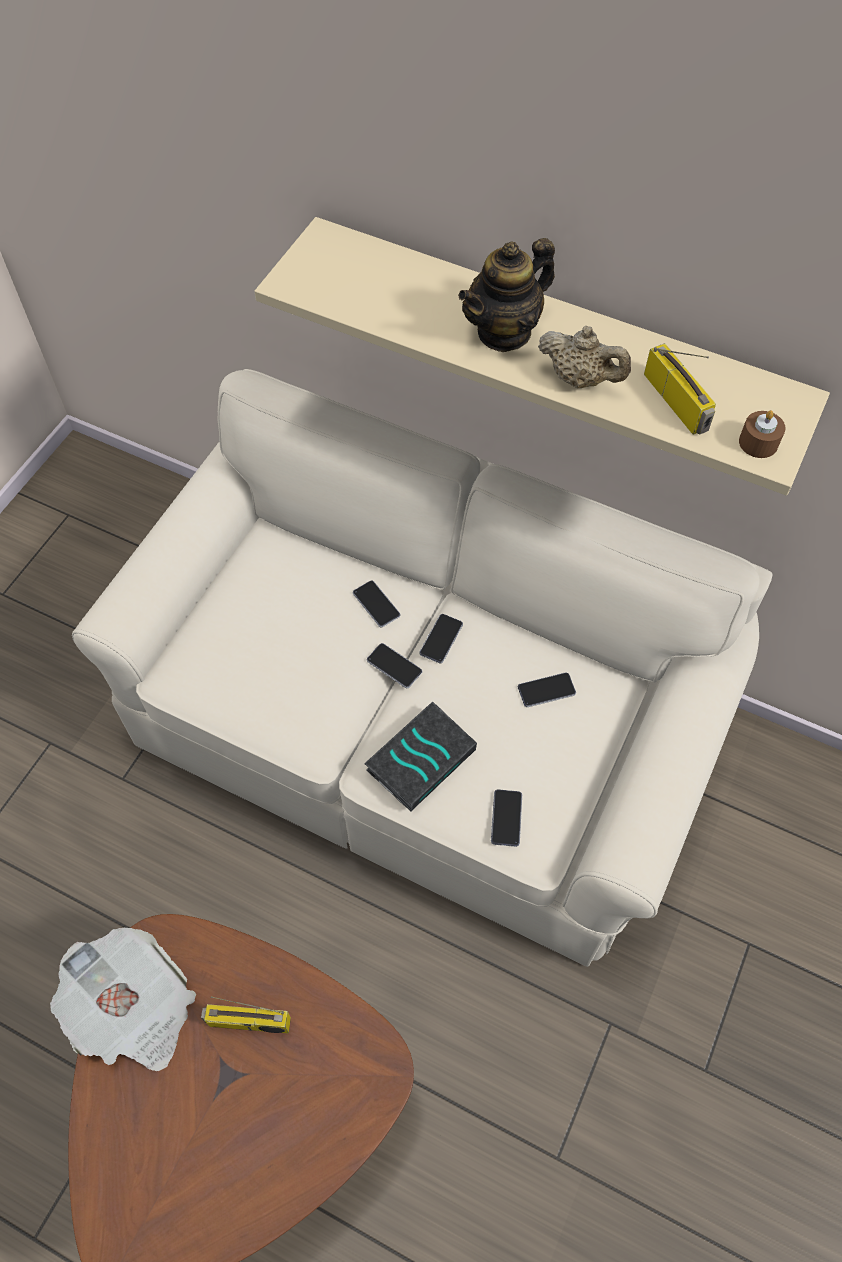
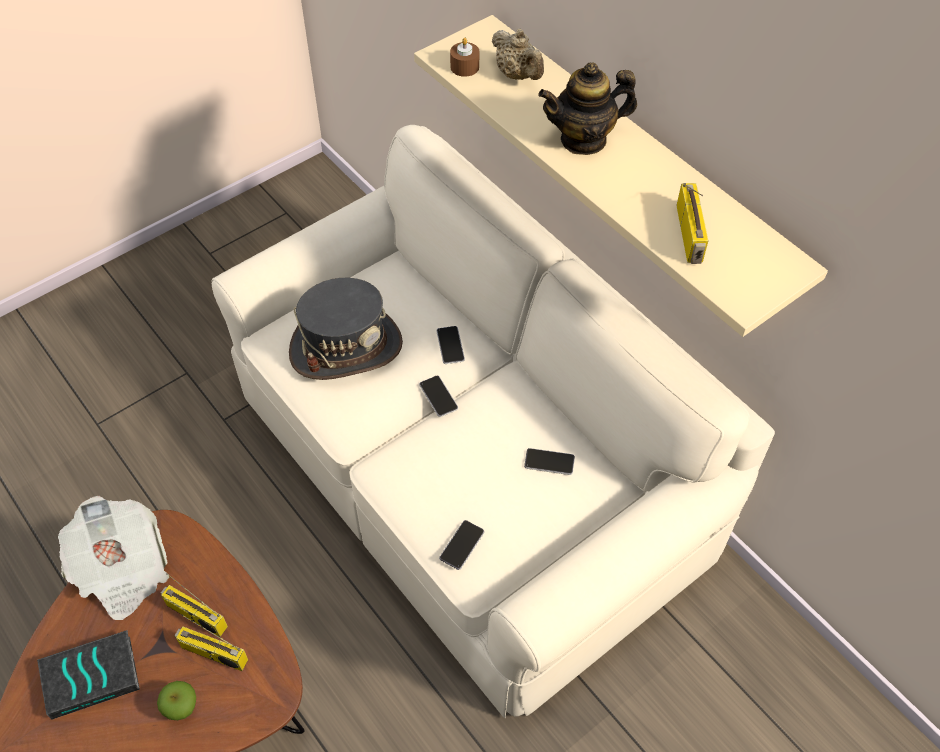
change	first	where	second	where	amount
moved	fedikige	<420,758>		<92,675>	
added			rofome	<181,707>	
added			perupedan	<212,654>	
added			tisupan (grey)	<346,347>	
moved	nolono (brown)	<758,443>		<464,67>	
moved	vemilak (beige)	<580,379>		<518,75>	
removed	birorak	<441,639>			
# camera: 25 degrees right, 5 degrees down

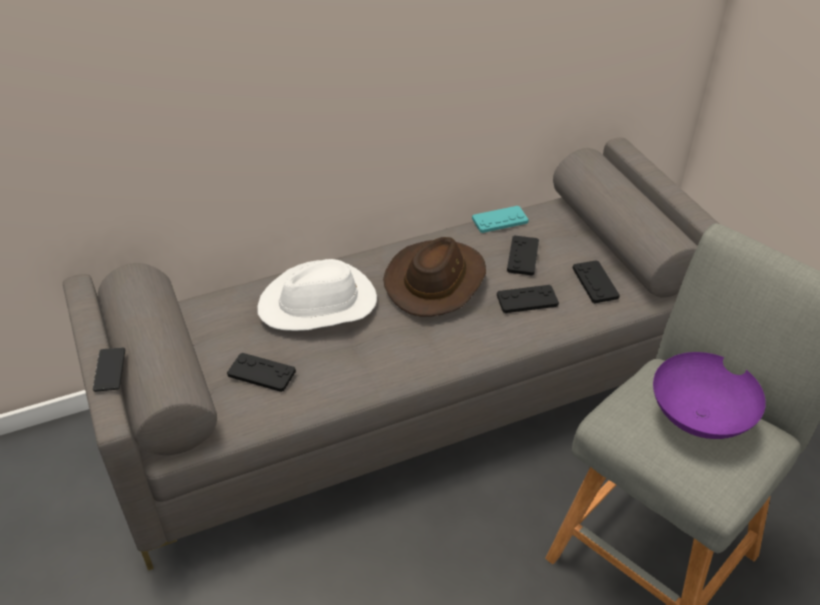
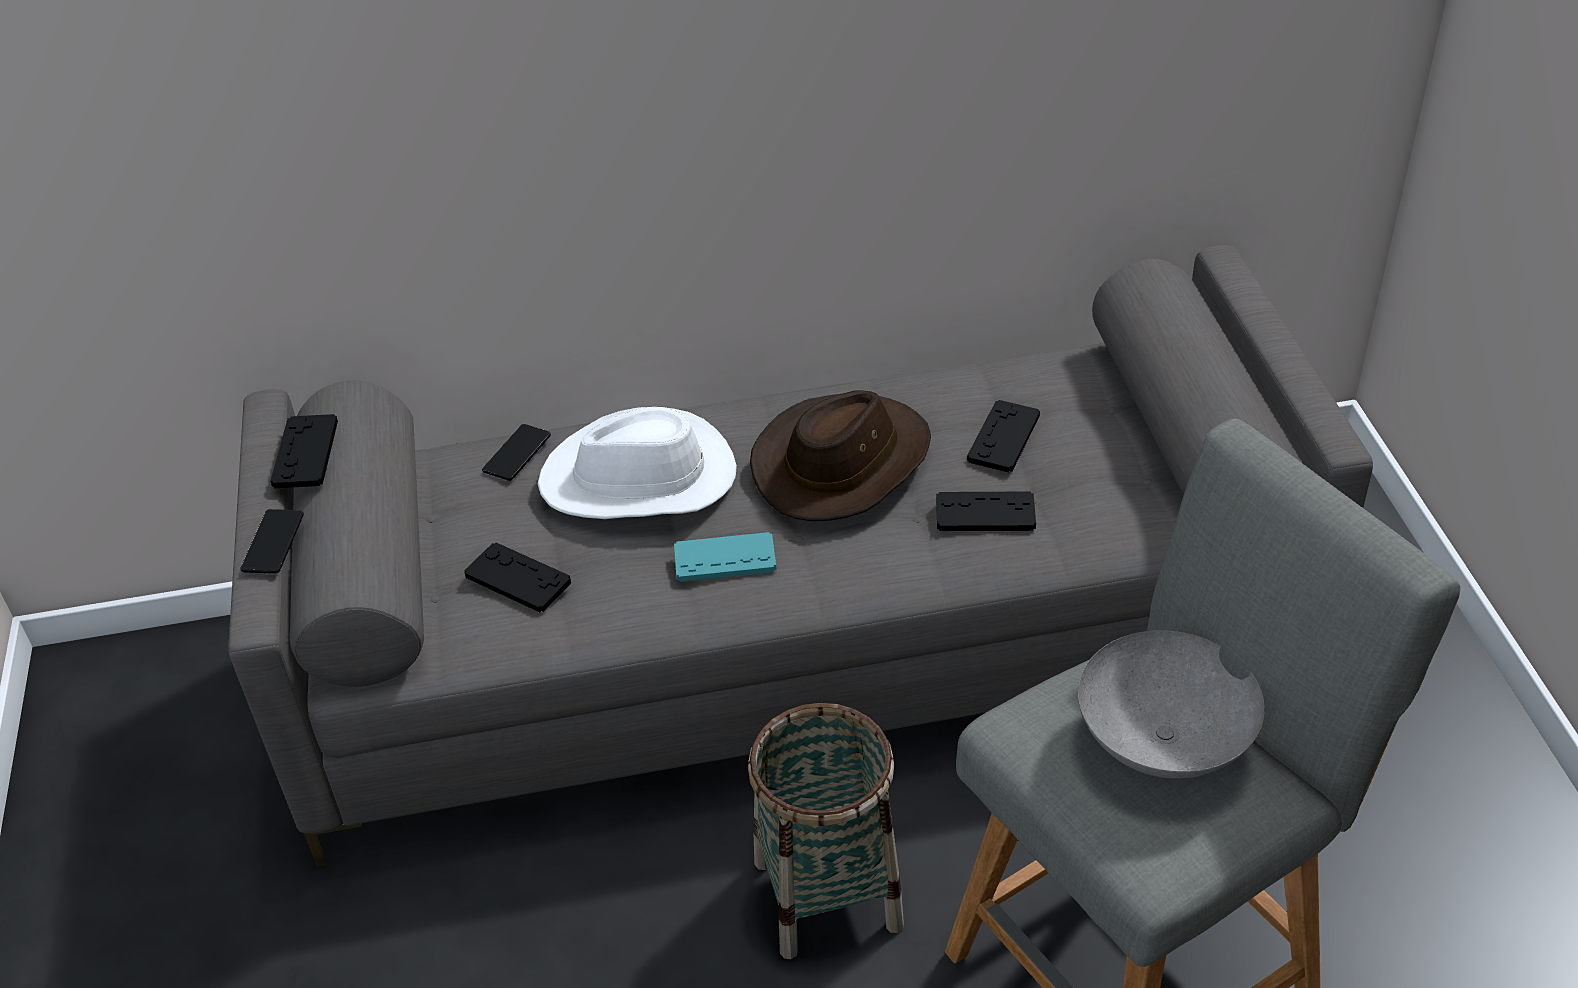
change	first	where	second	where	amount
moved	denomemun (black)	<595,282>		<305,453>	
added			birorak	<517,453>	
moved	denomemun (turquoise)	<500,220>		<725,559>	
added			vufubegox	<828,893>	
recoloured	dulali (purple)	<700,416>	dulali (grey)	<1166,740>	
# camera: 15 degrees right, 0 degrees up

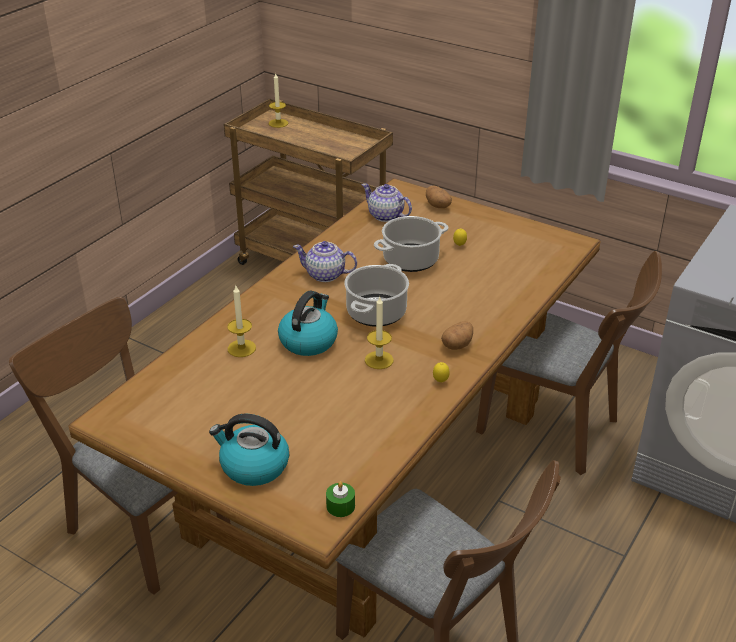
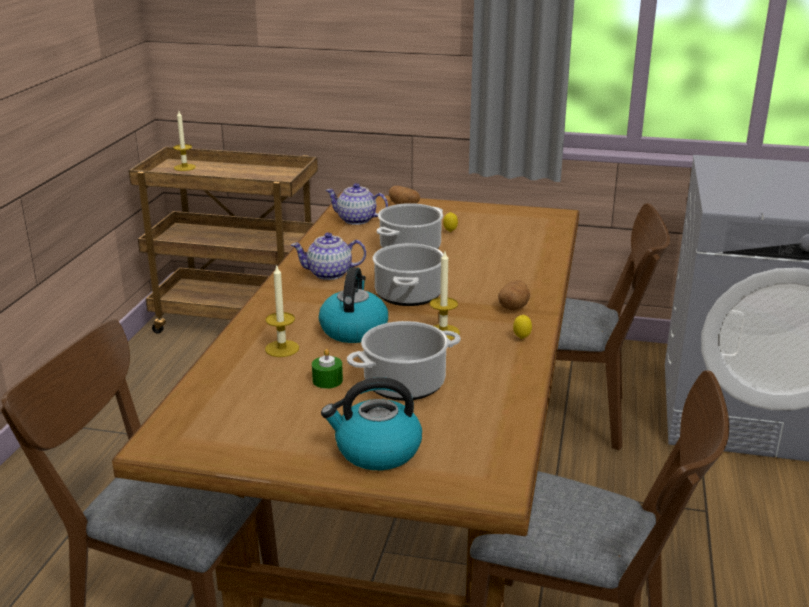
change	first	where	second	where	amount
moved	nolono (green)	<340,506>		<327,380>	
added			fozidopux	<405,383>	
# camera: 20 degrees left, 10 degrees down

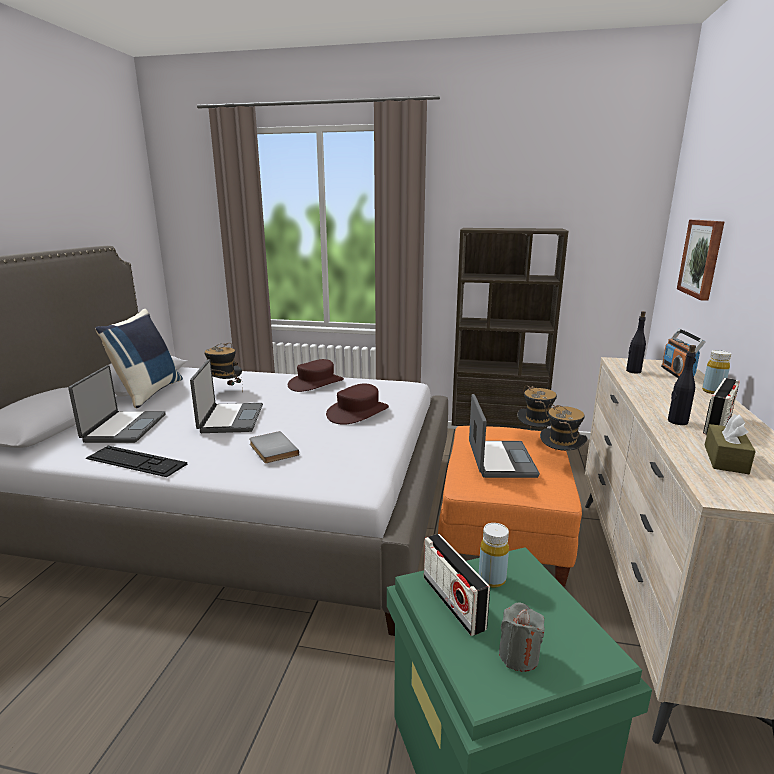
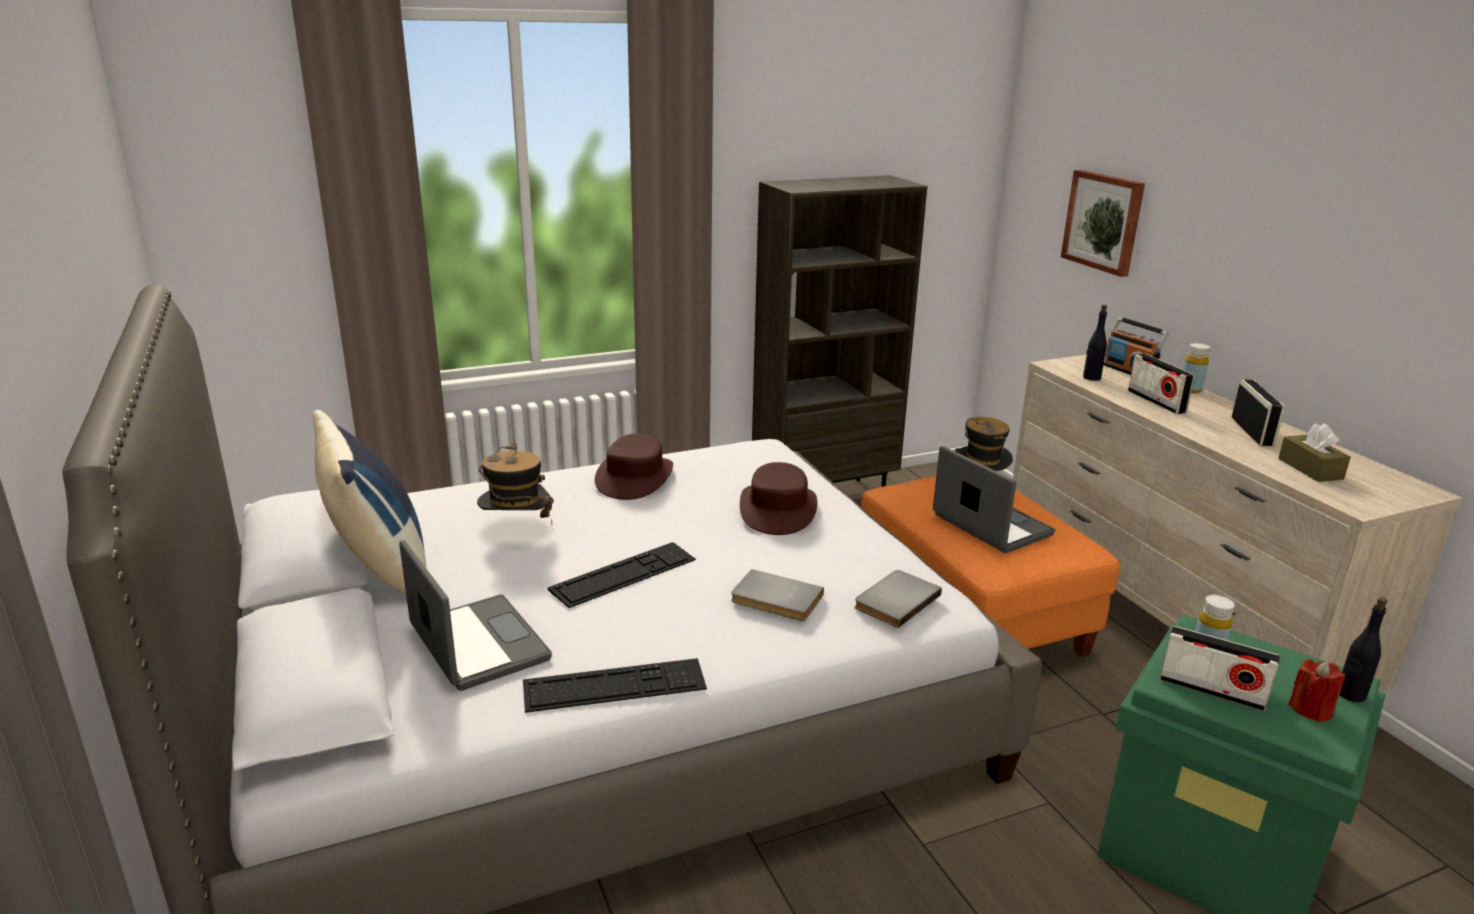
change	first	where	second	where	amount
replaced	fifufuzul	<230,419>	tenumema	<623,574>	
added			fedikige (grey)	<894,600>	
added			perupedan	<1156,401>	
recoloured	nolono (grey)	<518,655>	nolono (red)	<1311,709>	
moved	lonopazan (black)	<677,421>		<1350,694>	
removed	tisupan	<560,461>			
# camera: 35 degrees left, 5 degrees up

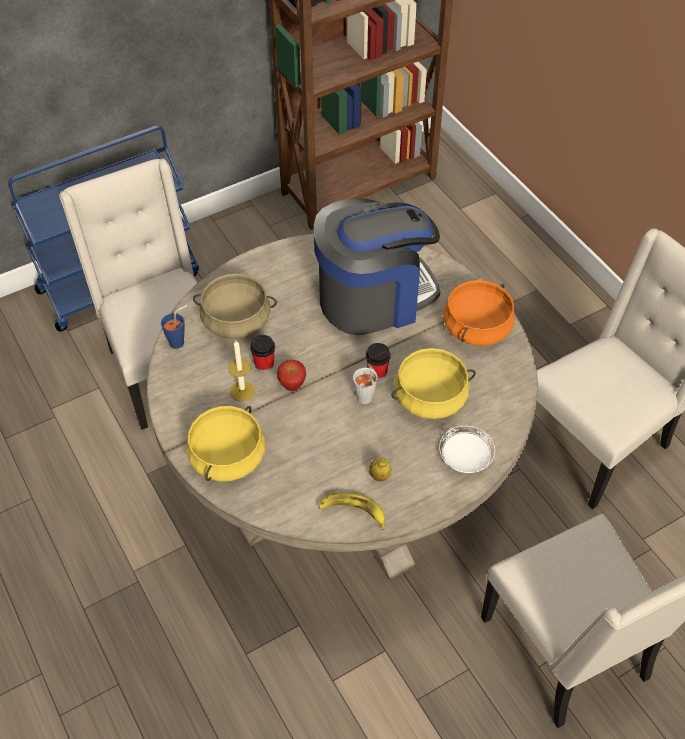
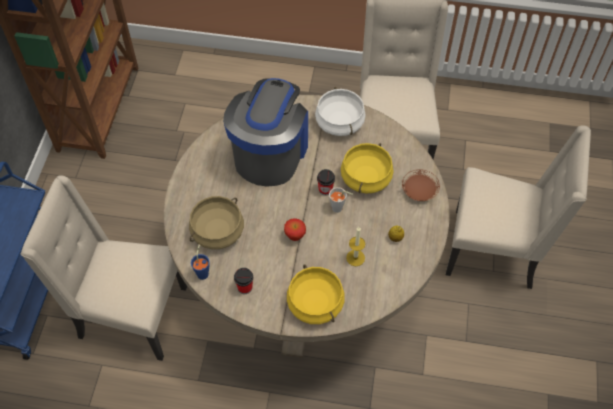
change	first	where	second	where	amount
moved	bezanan	<264,364>		<245,287>	
recoloured	fozidopux (orange)	<477,328>	fozidopux (white)	<340,122>	
moved	nolono	<242,391>		<355,258>	
recoloured	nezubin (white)	<465,458>	nezubin (brown)	<419,191>	
removed	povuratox	<352,512>			
# camera: 50 degrees left, 5 degrees up

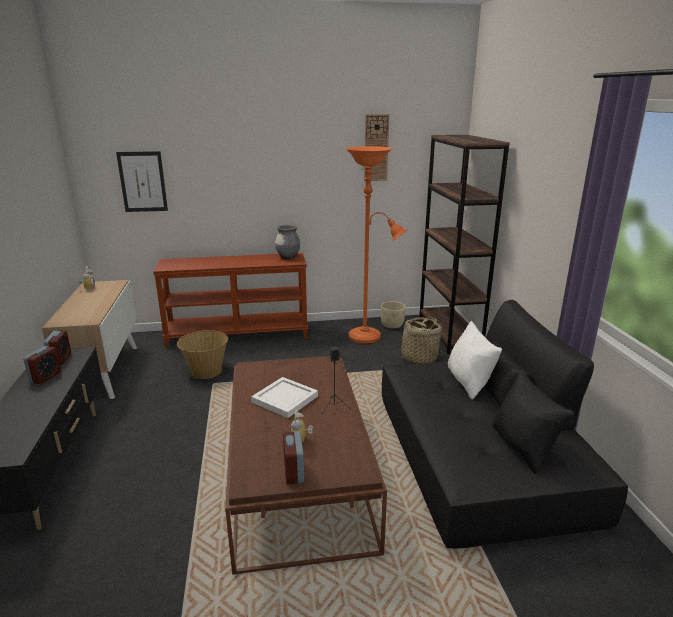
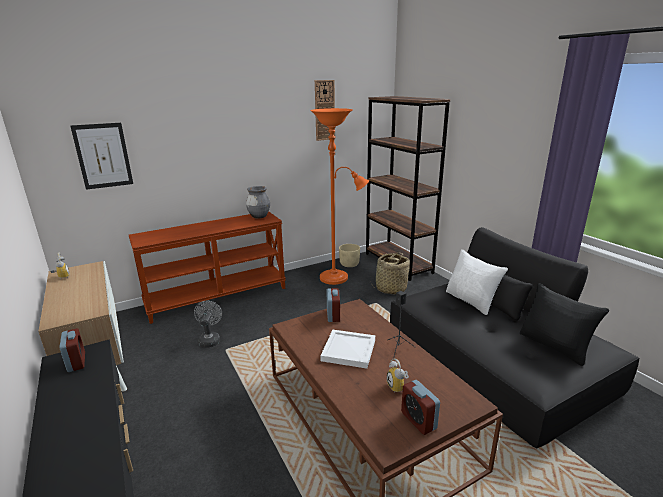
change	first	where	second	where	amount
replaced	vufubegox	<206,371>	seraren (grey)	<210,339>	
moved	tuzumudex	<46,377>		<333,315>	
# camera: 20 degrees left, 0 degrees up

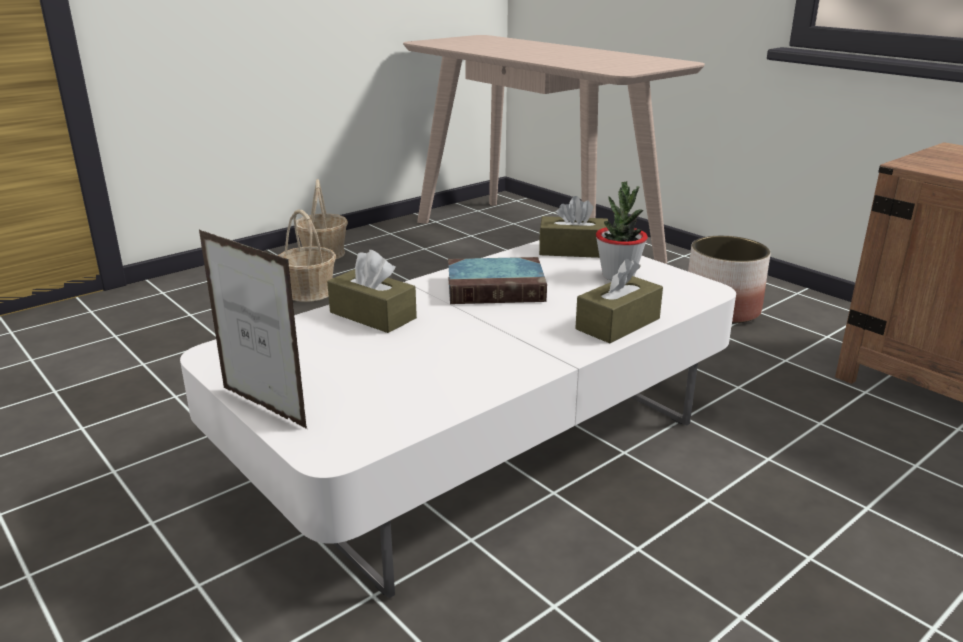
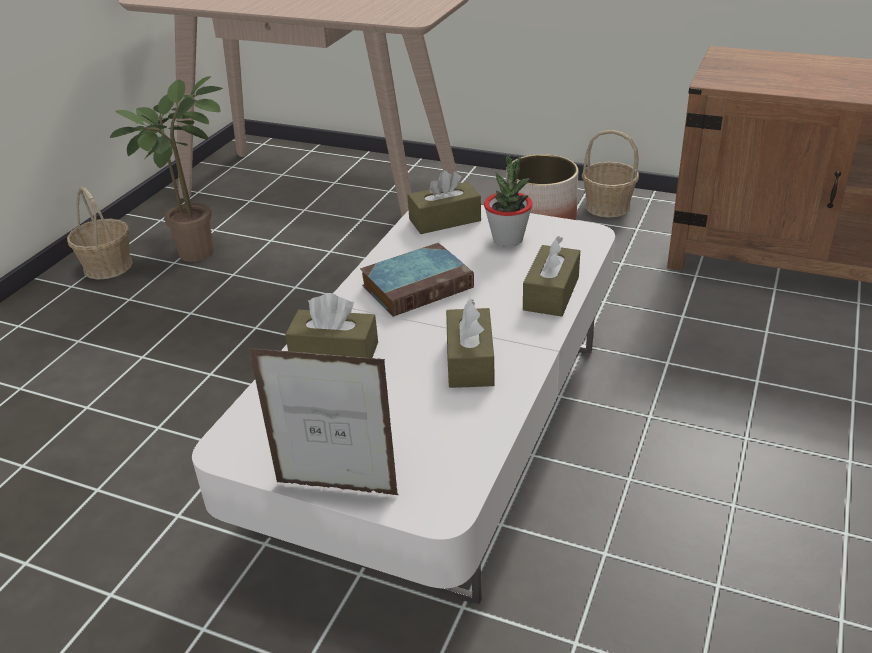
change	first	where	second	where	amount
added			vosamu	<198,249>	
added			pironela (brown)	<470,361>	
moved	vufubegox	<309,292>		<607,206>	
# camera: 25 degrees left, 10 degrees up

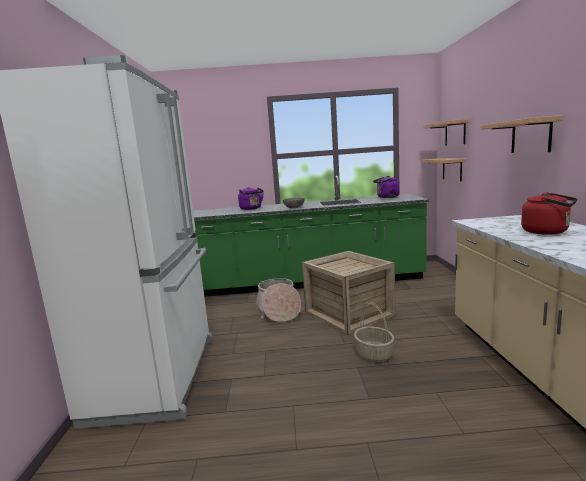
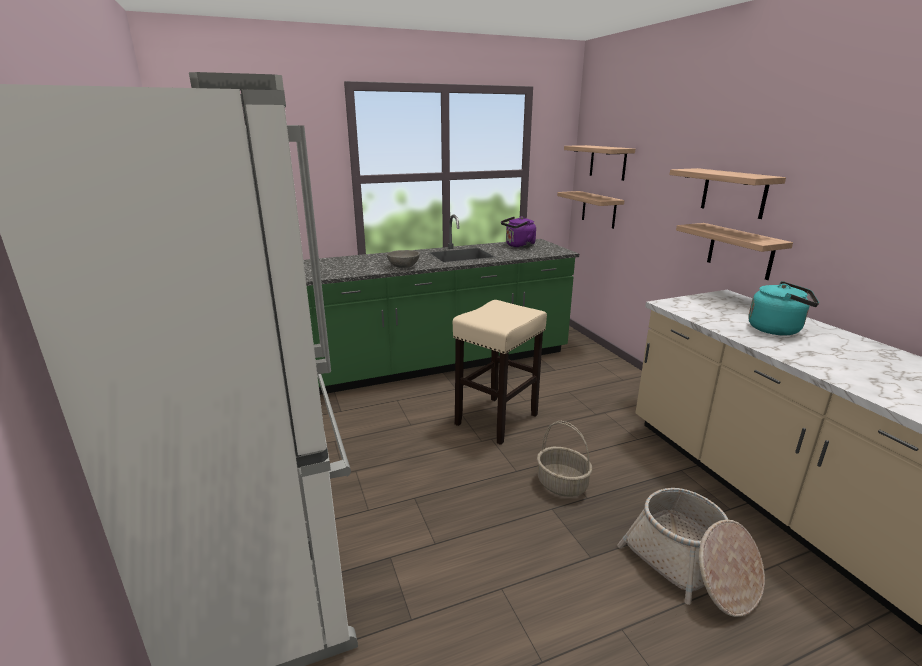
change	first	where	second	where	amount
replaced	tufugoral	<348,314>	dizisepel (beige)	<497,419>	
moved	vufubegox	<278,311>		<690,567>	
added			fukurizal	<740,251>	
recoloured	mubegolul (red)	<547,232>	mubegolul (turquoise)	<777,329>	
removed	mubegolul (purple)	<251,208>			
# camera: 20 degrees left, 10 degrees up

